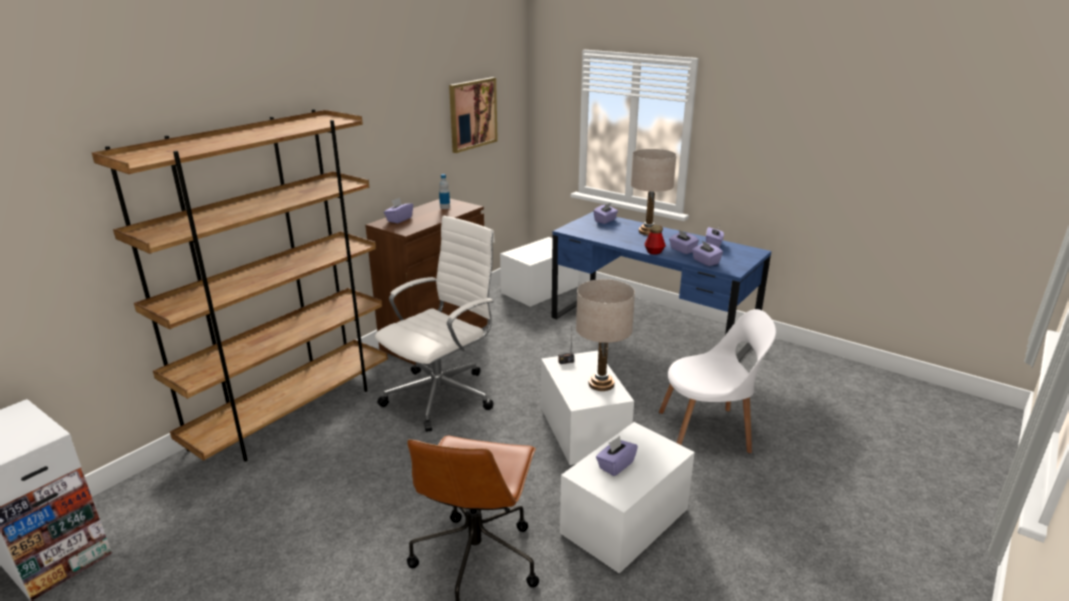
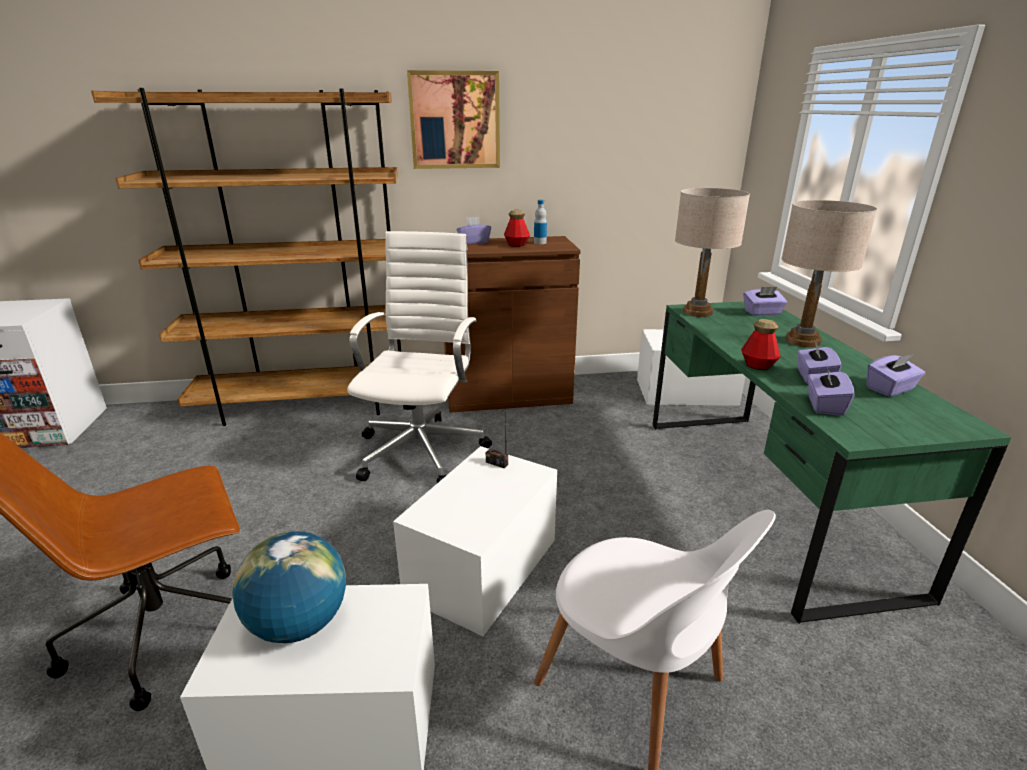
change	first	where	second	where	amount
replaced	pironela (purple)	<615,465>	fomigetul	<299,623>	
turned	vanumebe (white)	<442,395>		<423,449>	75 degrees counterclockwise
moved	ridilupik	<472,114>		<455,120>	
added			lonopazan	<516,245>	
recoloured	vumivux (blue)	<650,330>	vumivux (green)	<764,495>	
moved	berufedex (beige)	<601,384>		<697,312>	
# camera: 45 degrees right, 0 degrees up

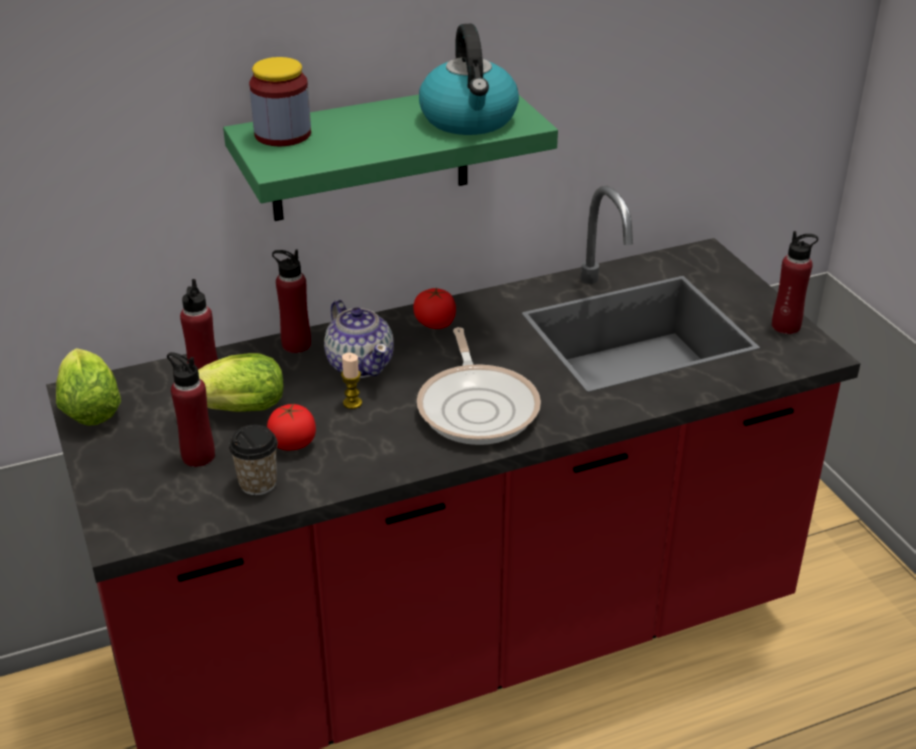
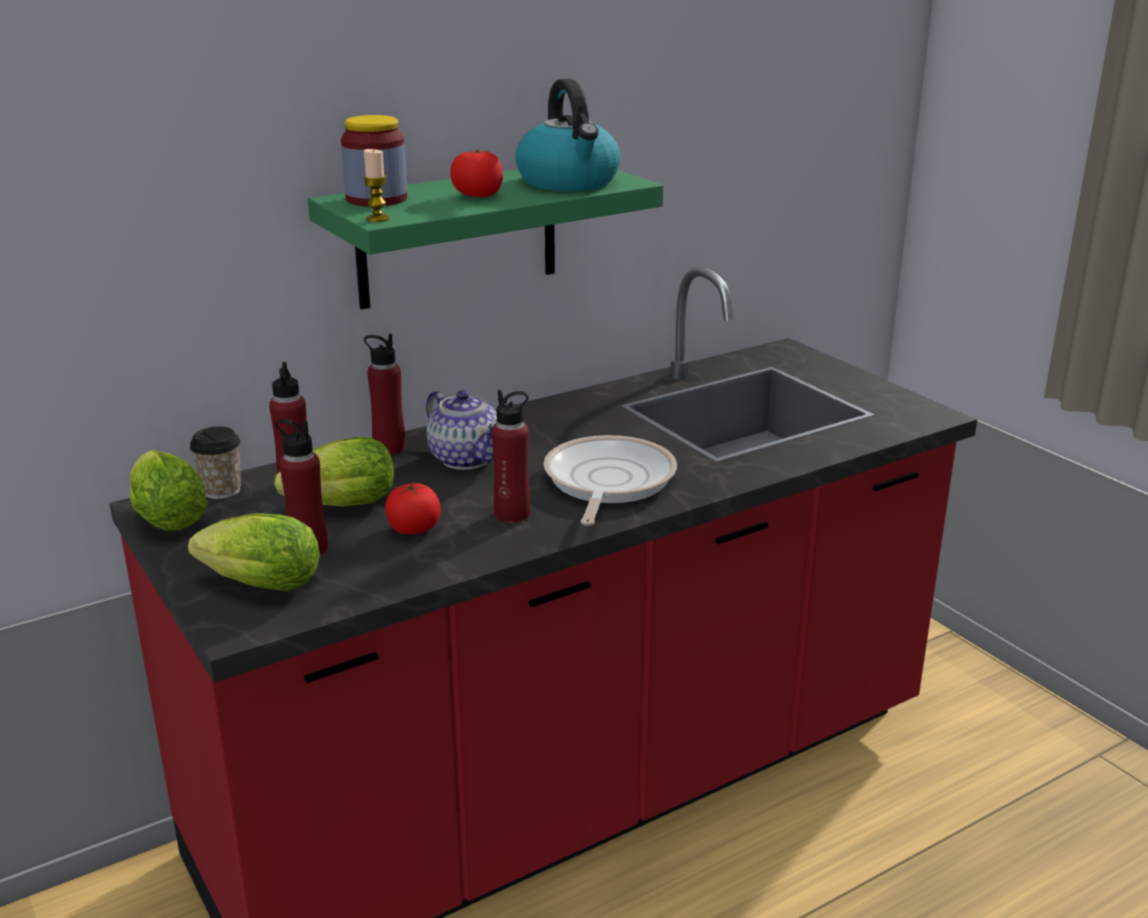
change	first	where	second	where	amount
added			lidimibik	<256,585>	
moved	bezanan	<258,484>		<221,490>	
moved	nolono	<352,403>		<377,219>	
moved	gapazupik	<435,323>		<478,195>	
moved	lonopazan (red)	<786,326>		<512,514>	
turned	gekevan	<478,407>		<606,482>	150 degrees counterclockwise
# camera: 10 degrees left, 10 degrees down

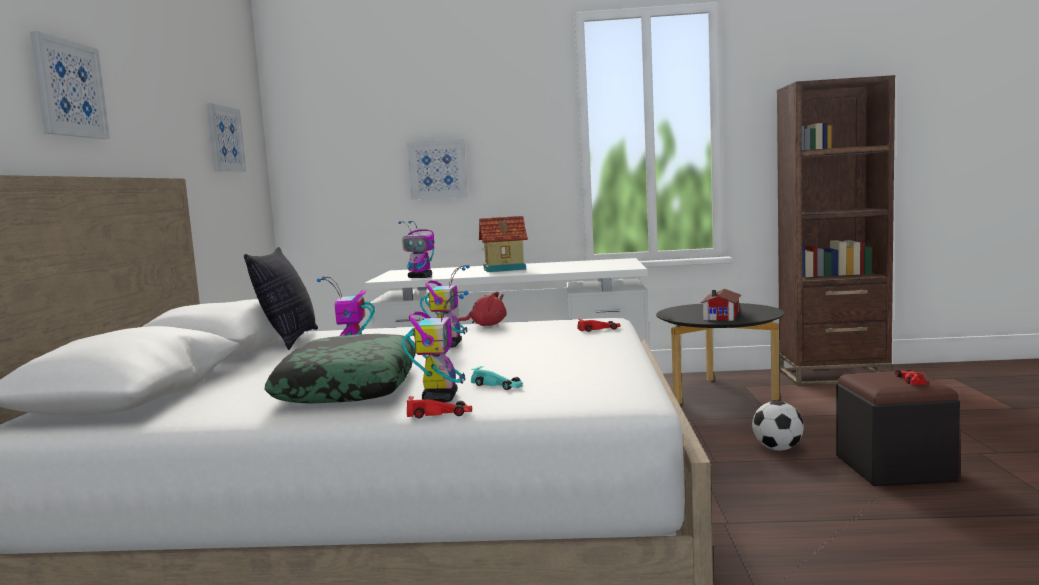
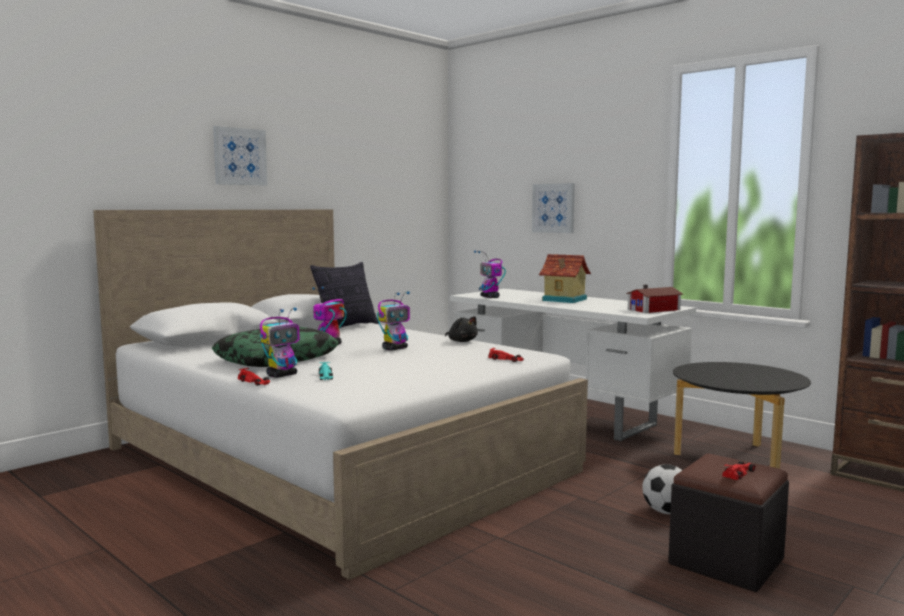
change	first	where	second	where	amount
recoloured	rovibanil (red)	<486,325>	rovibanil (black)	<462,341>	
moved	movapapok	<723,315>		<655,309>	
removed	ridilupik	<224,139>			
# camera: 40 degrees right, 0 degrees up

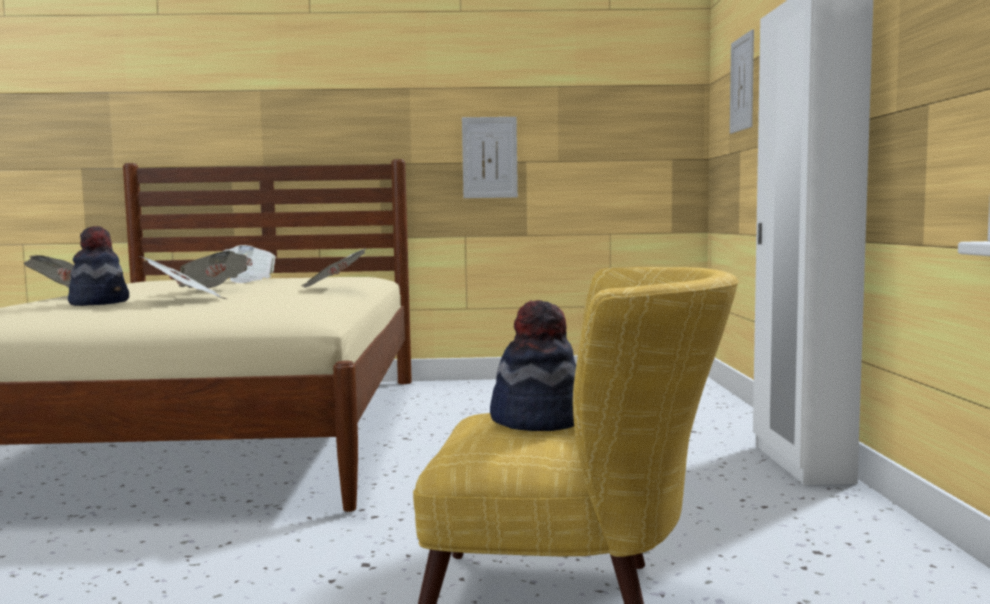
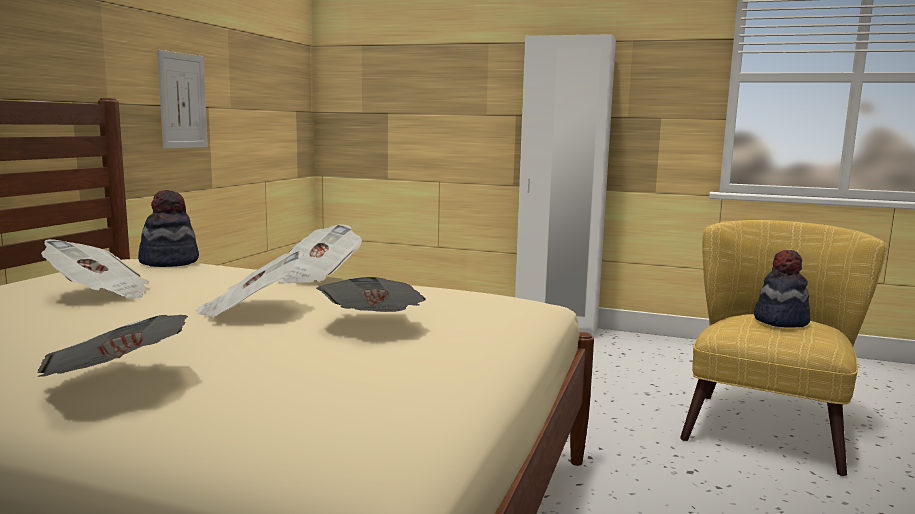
change	first	where	second	where	amount
moved	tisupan	<100,303>		<169,262>	
removed	ridilupik	<742,83>			
# camera: 70 degrees left, 5 degrees up

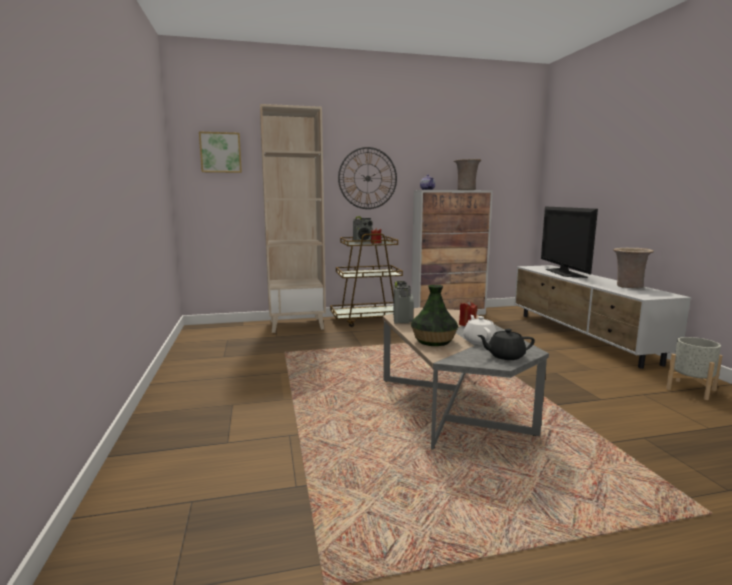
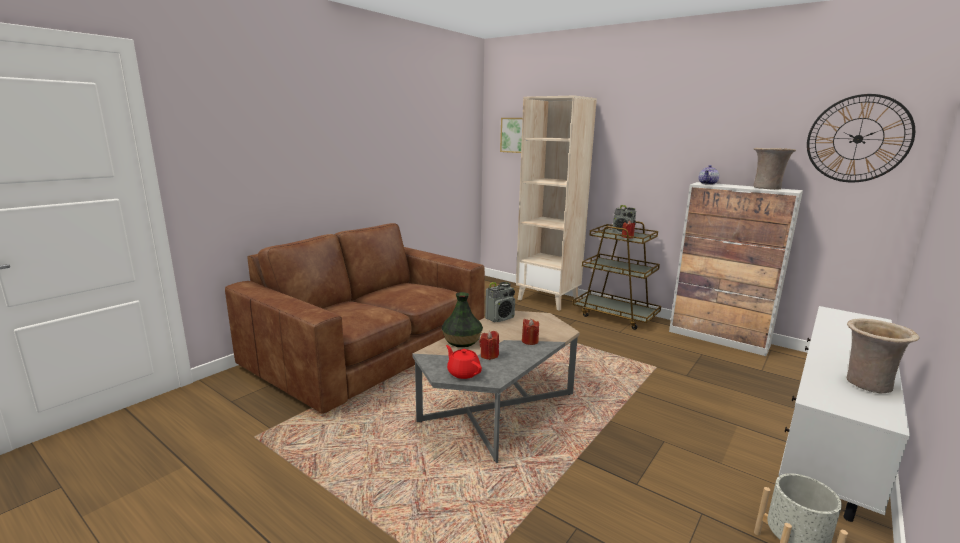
change	first	where	second	where	amount
added			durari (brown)	<370,349>	
recoloured	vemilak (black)	<505,356>	vemilak (red)	<463,373>	
replaced	vemilak (white)	<479,341>	nolono (red)	<489,355>	
moved	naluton	<367,178>		<858,139>	
removed	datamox	<564,273>			
# camera: 50 degrees right, 5 degrees up

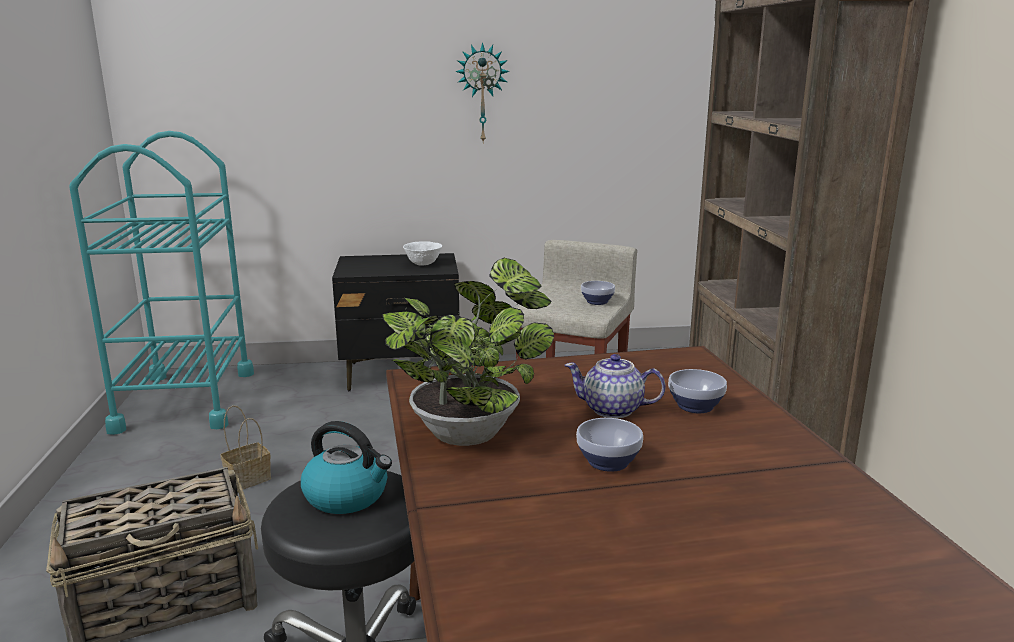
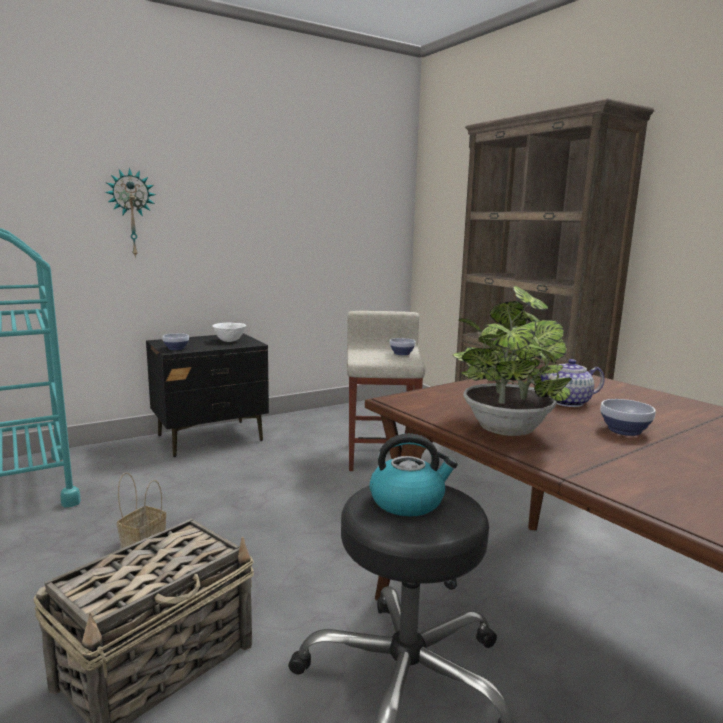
change	first	where	second	where	amount
moved	naluton	<482,93>		<131,213>	
moved	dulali	<696,407>		<176,348>	
# camera: 25 degrees left, 5 degrees down

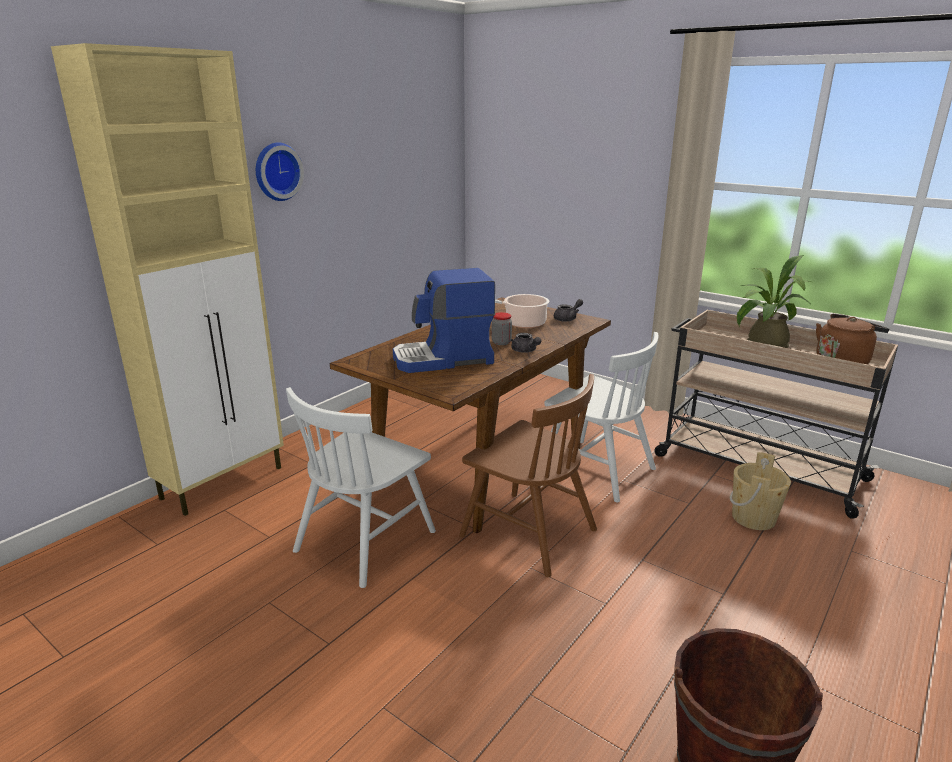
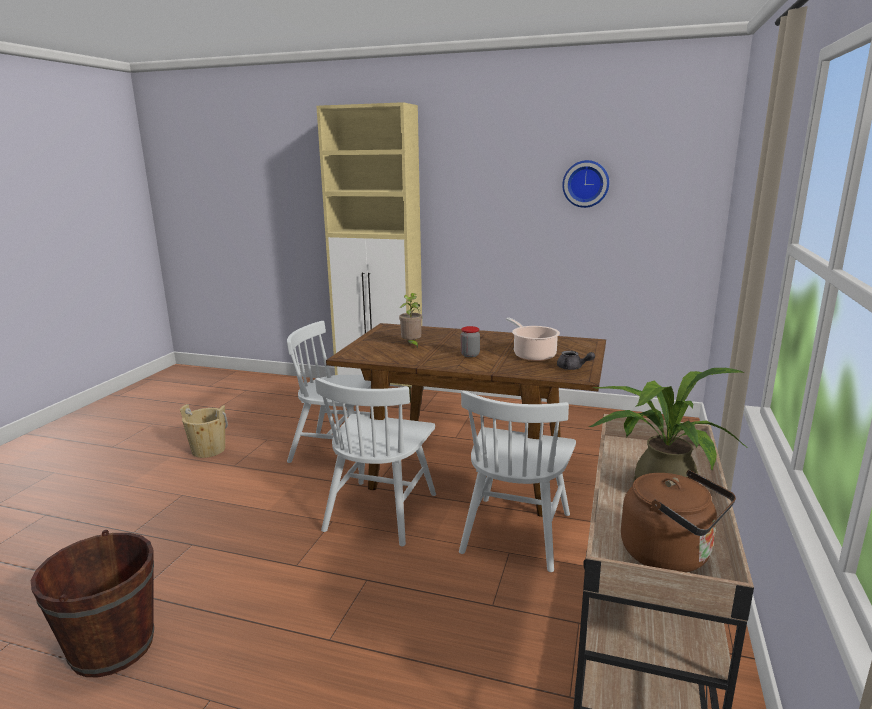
change	first	where	second	where	amount
moved	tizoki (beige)	<753,518>		<208,450>	
recoloured	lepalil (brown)	<528,532>	lepalil (white)	<380,511>	
replaced	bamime	<444,359>	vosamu	<411,345>	
moved	naluton	<276,171>		<585,184>	
removed	vemilak (grey)	<525,351>			
# camera: 70 degrees right, 5 degrees down

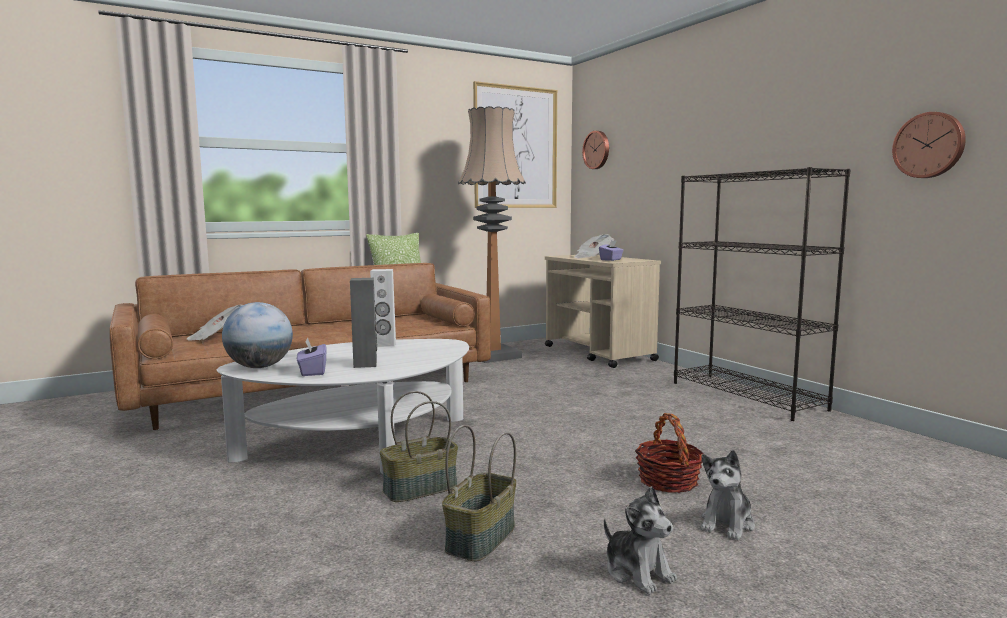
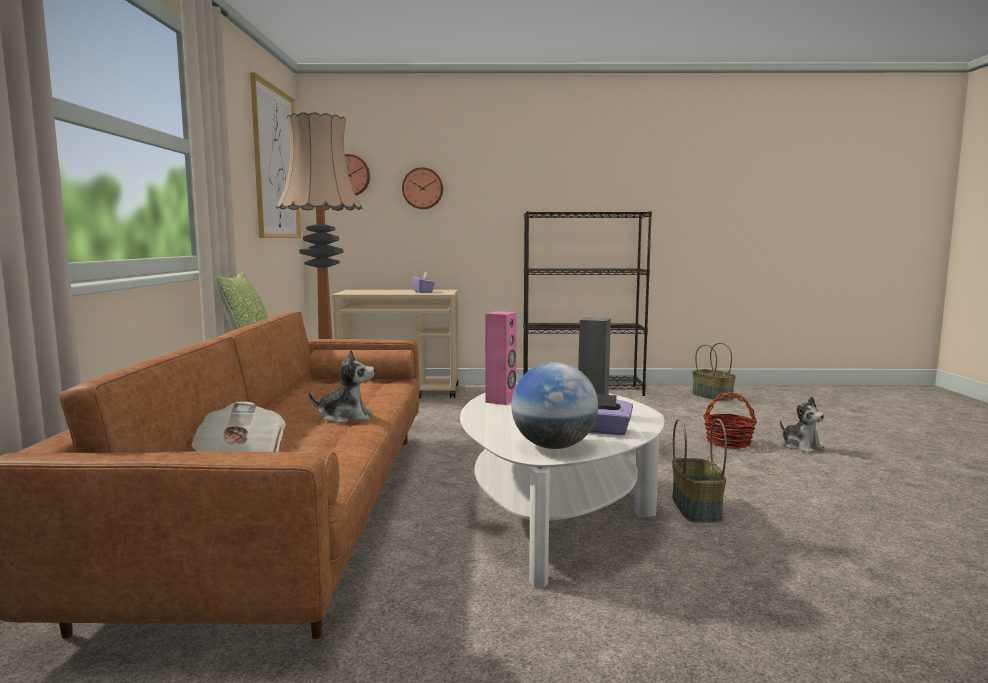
change	first	where	second	where	amount
moved	rovibanil	<638,572>		<346,417>	
moved	naluton	<929,145>		<422,188>	
recoloured	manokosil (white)	<384,344>	manokosil (pink)	<501,401>	
moved	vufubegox	<481,539>		<713,396>	
removed	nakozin	<592,257>			
# camera: 60 degrees left, 0 degrees up

